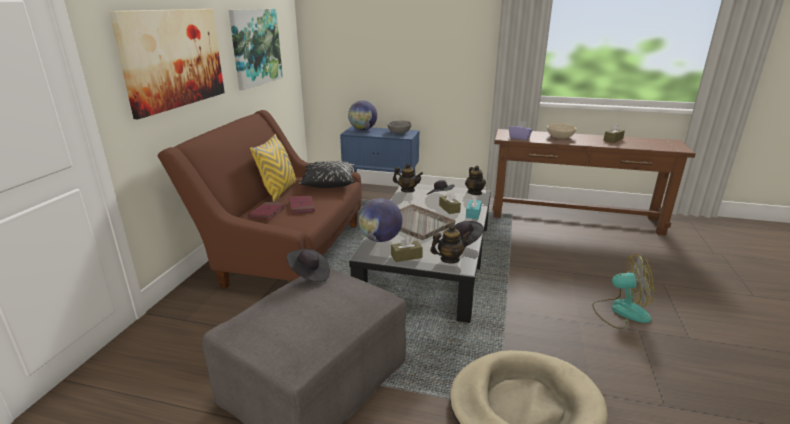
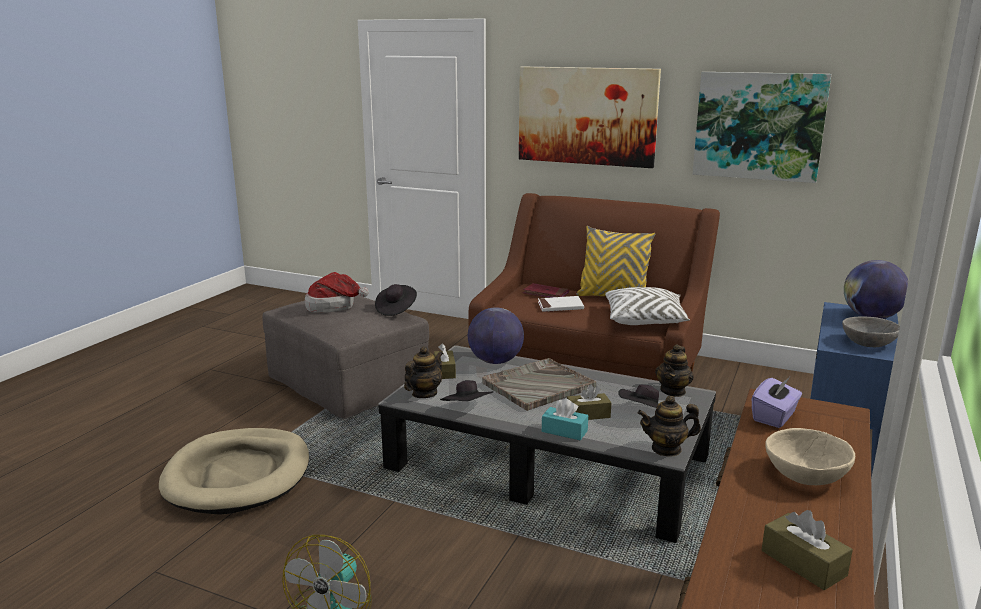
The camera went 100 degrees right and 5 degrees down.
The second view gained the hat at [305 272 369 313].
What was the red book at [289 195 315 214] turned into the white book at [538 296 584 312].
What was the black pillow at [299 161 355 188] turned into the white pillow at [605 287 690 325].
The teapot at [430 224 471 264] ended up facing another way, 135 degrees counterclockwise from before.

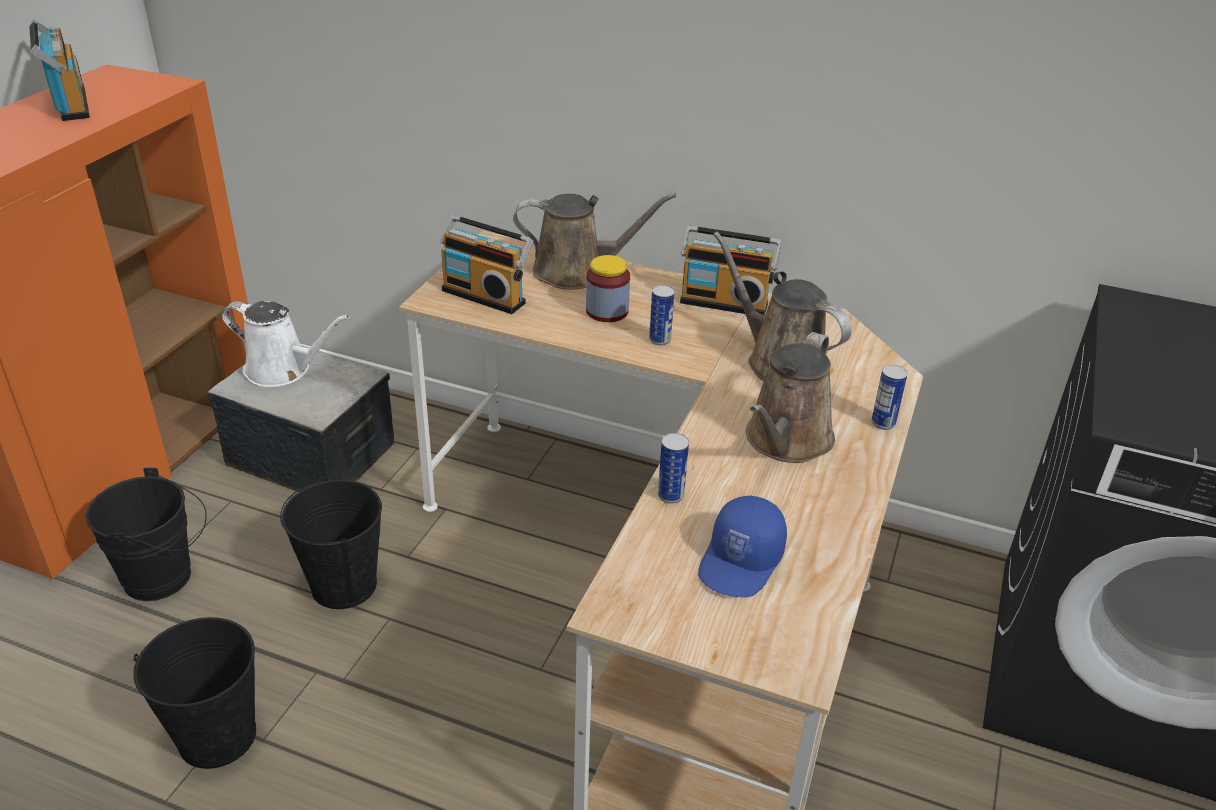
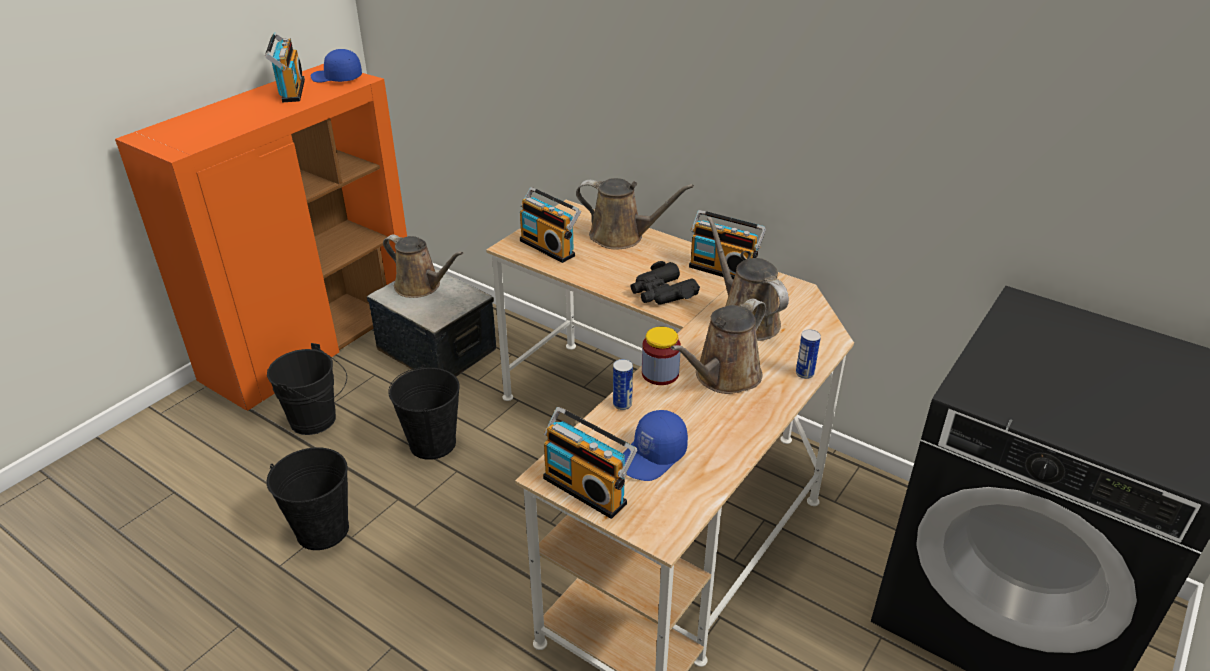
The camera went 15 degrees right and 0 degrees up.
The second view gained the blue cap at [311 49 362 83].
The second view gained the radio at [543 407 637 519].
The jar ended up elsewhere, having gone from [586 255 630 322] to [642 327 681 385].
Where the can stood at [649 285 675 345], the black binoculars came to stand at [630 261 700 305].
What was the white watering can at [222 301 350 387] turned into the brown watering can at [383 235 463 298].

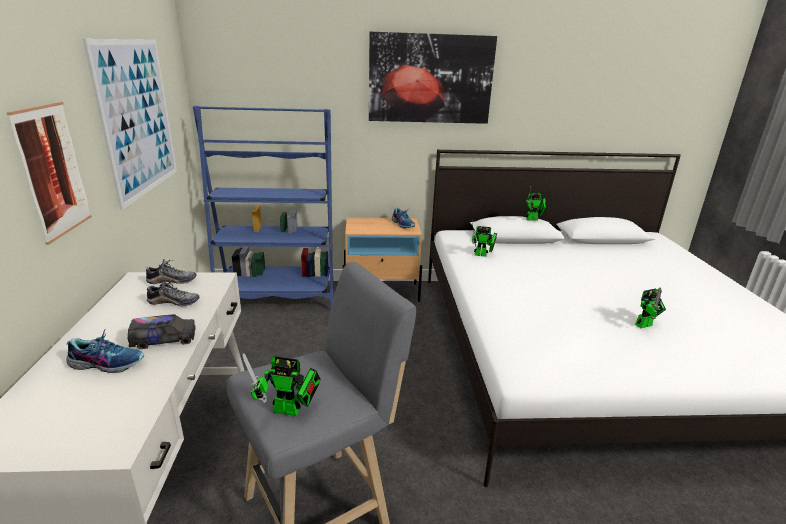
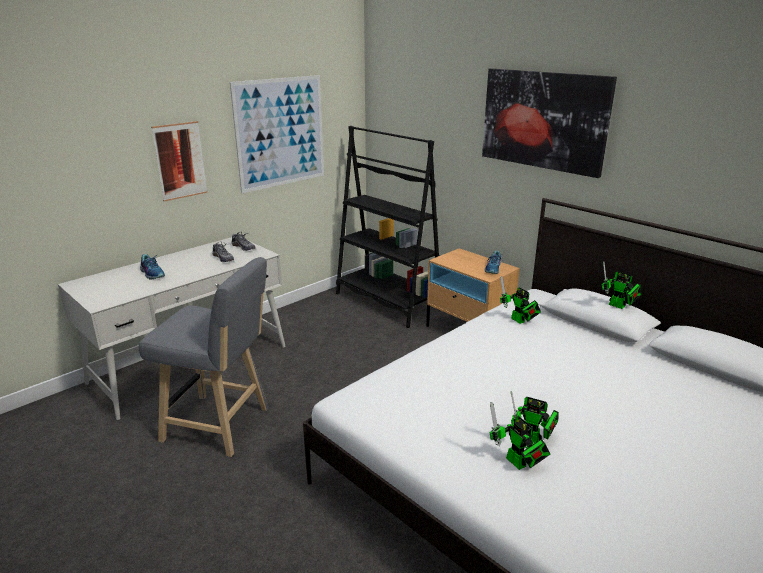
The camera went 50 degrees right and 0 degrees up.
The second view lost the toy truck at [127 314 196 349].
The toy robot ended up elsewhere, having gone from [242 353 321 416] to [490 402 550 470].
What was the blue bookcase at [193 106 333 310] turned into the black bookcase at [336 126 441 328].

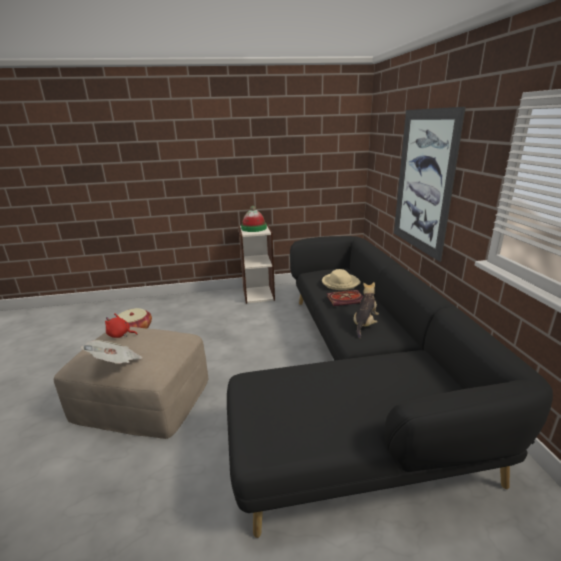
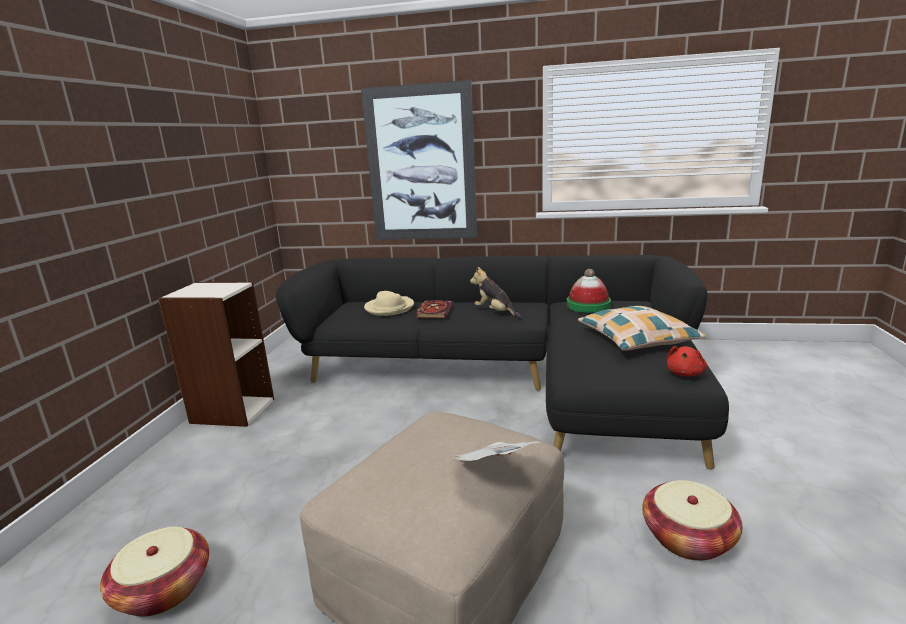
The camera went 70 degrees left and 5 degrees down.
The second view gained the pillow at [578 306 706 351].
The second view gained the basket at [642 480 742 561].
The red plush toy ended up elsewhere, having gone from [105 313 137 338] to [667 346 707 377].
The hat ended up elsewhere, having gone from [241 206 267 232] to [567 269 611 313].

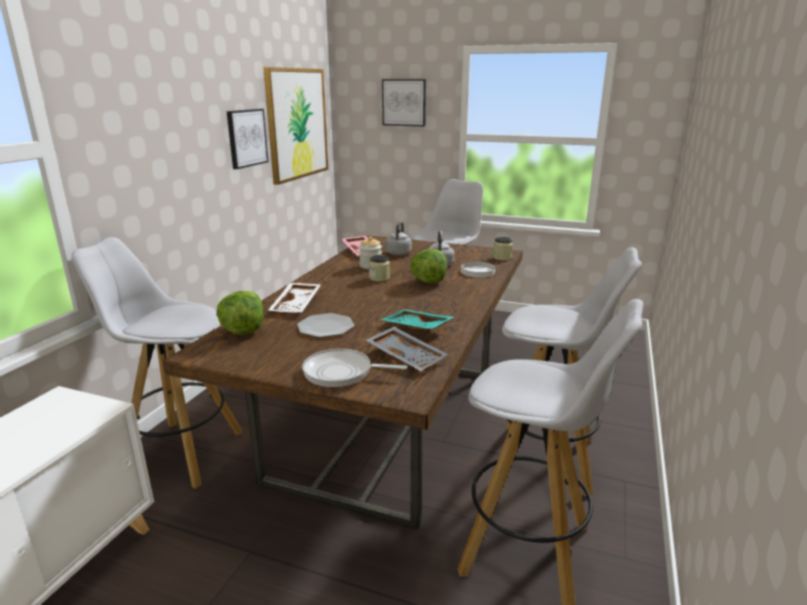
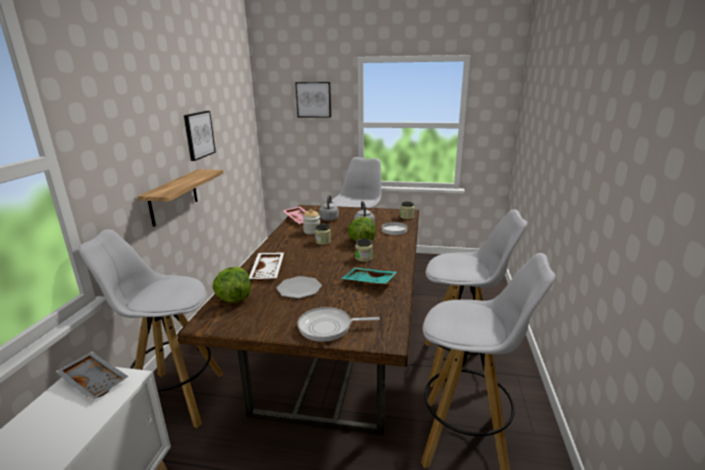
The camera went 10 degrees left and 0 degrees up.
The second view lost the picture at [263 67 328 185].
The second view gained the shelf at [137 169 223 227].
The second view gained the jar at [355 238 373 262].
The grey tray ended up elsewhere, having gone from [366 327 448 371] to [55 351 128 400].

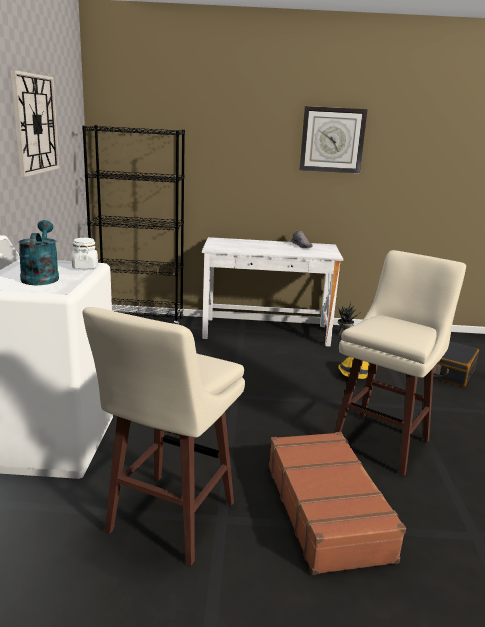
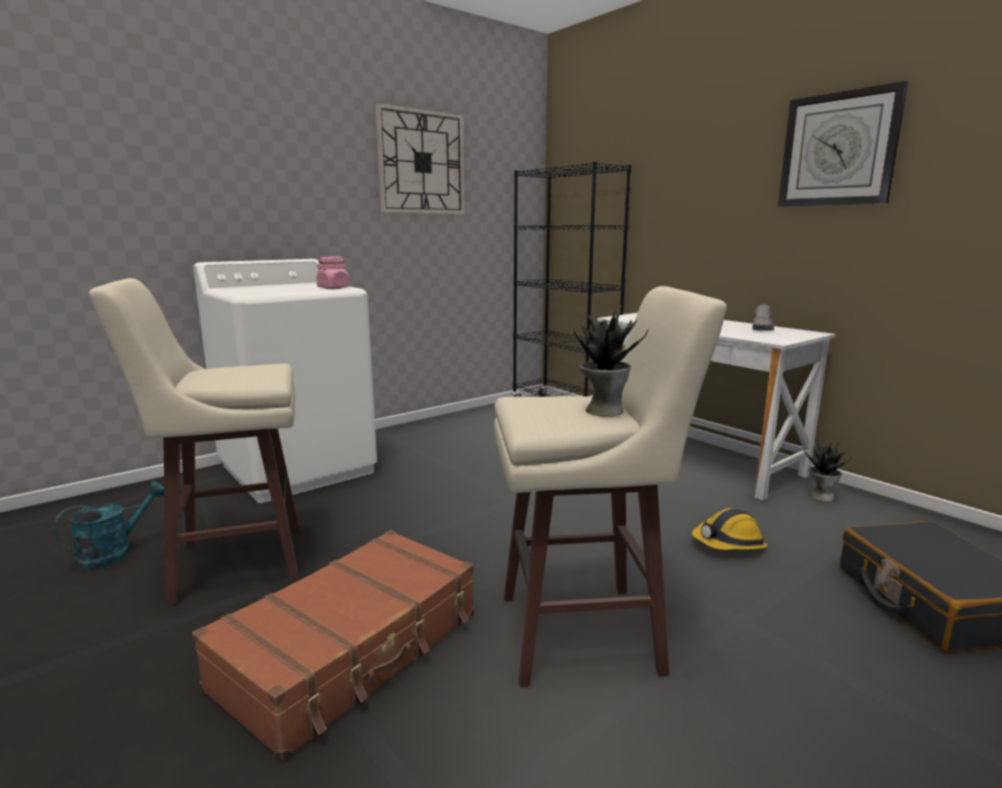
The camera went 50 degrees right and 5 degrees down.
The second view gained the potted plant at [573 305 648 417].
The turquoise watering can ended up elsewhere, having gone from [18 220 59 285] to [53 481 164 569].
What was the white jar at [72 238 98 269] turned into the pink jar at [316 257 350 289].

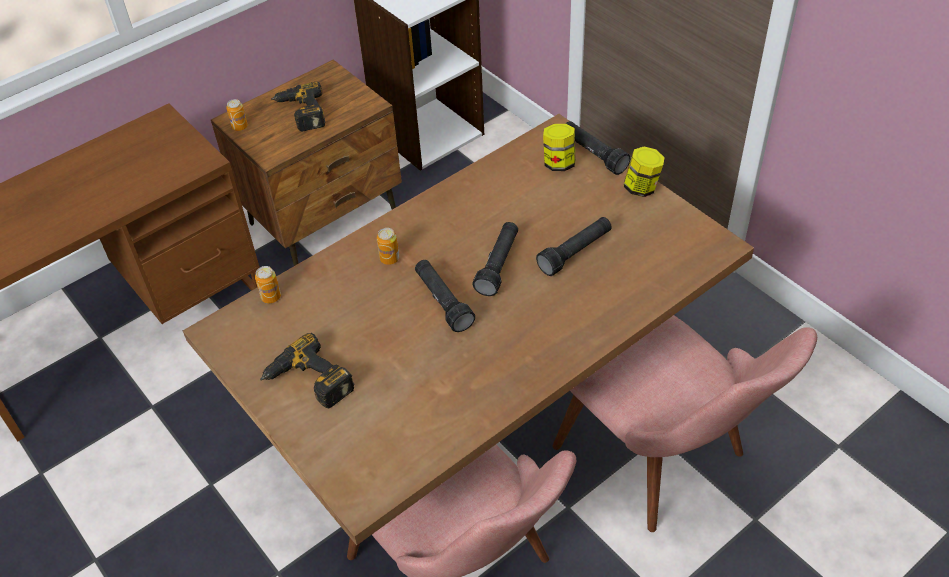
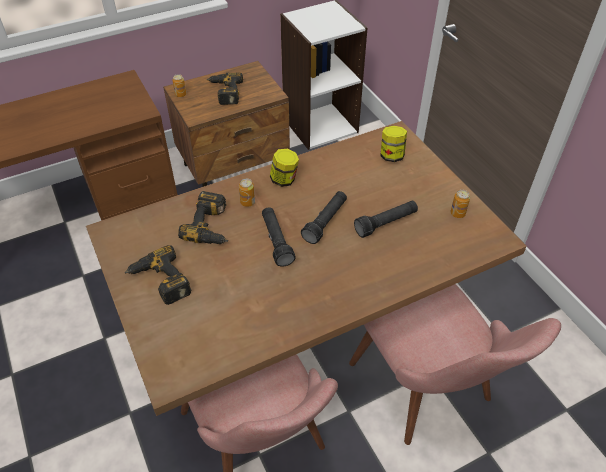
The camera went 10 degrees right and 0 degrees up.
The second view lost the black flashlight at [565 121 630 175].
The second view gained the power drill at [178 191 228 244].
The can ended up elsewhere, having gone from [255 266 281 303] to [451 190 470 218].
The jar ended up elsewhere, having gone from [624 147 664 197] to [270 149 299 187].

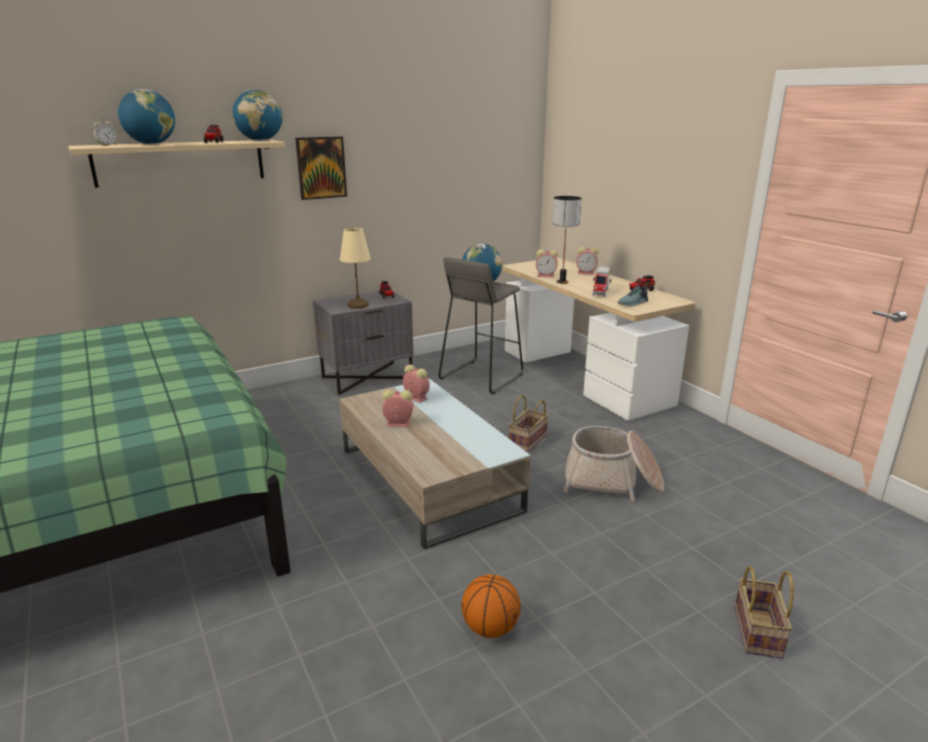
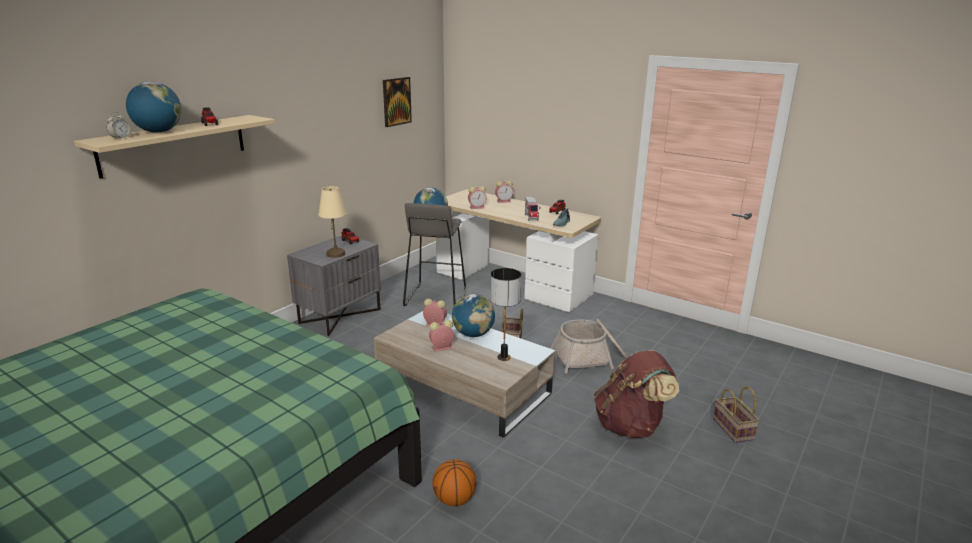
The camera went 25 degrees left and 0 degrees up.
The second view gained the brown backpack at [594 350 679 438].
The globe ended up elsewhere, having gone from [233 90 282 141] to [452 294 495 337].
The picture ended up elsewhere, having gone from [295 136 347 200] to [383 77 412 127].
The basketball ended up elsewhere, having gone from [461 574 521 638] to [432 459 477 506].
The table lamp ended up elsewhere, having gone from [552 196 582 284] to [490 268 521 361].

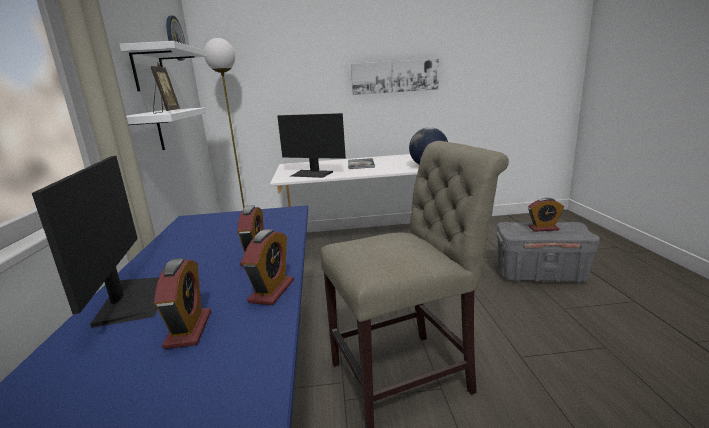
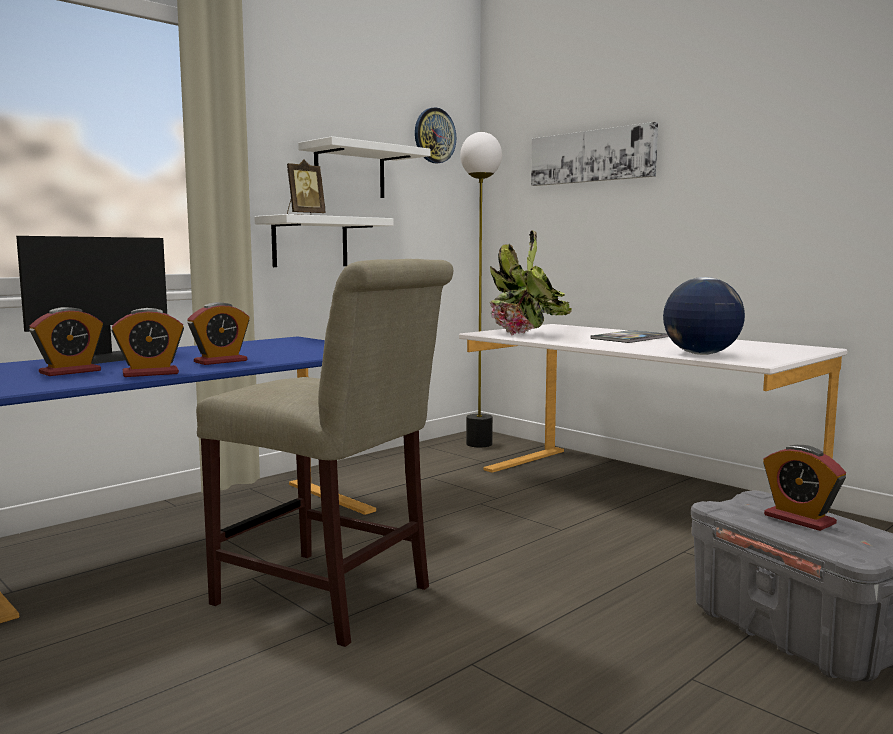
The camera went 50 degrees right and 10 degrees down.
The picture ended up elsewhere, having gone from [351 59 439 95] to [531 122 658 186].
Where the monitor stood at [277 113 346 178], the potted plant came to stand at [490 230 571 336].

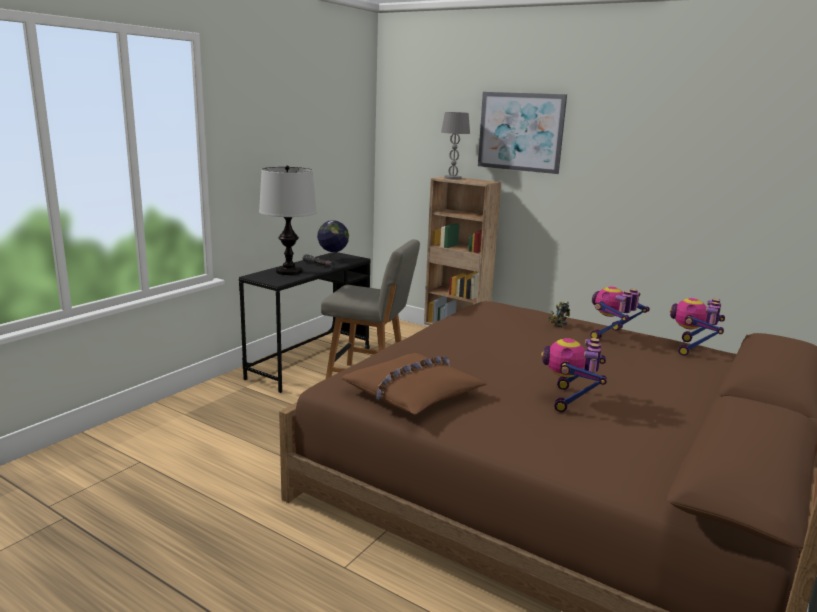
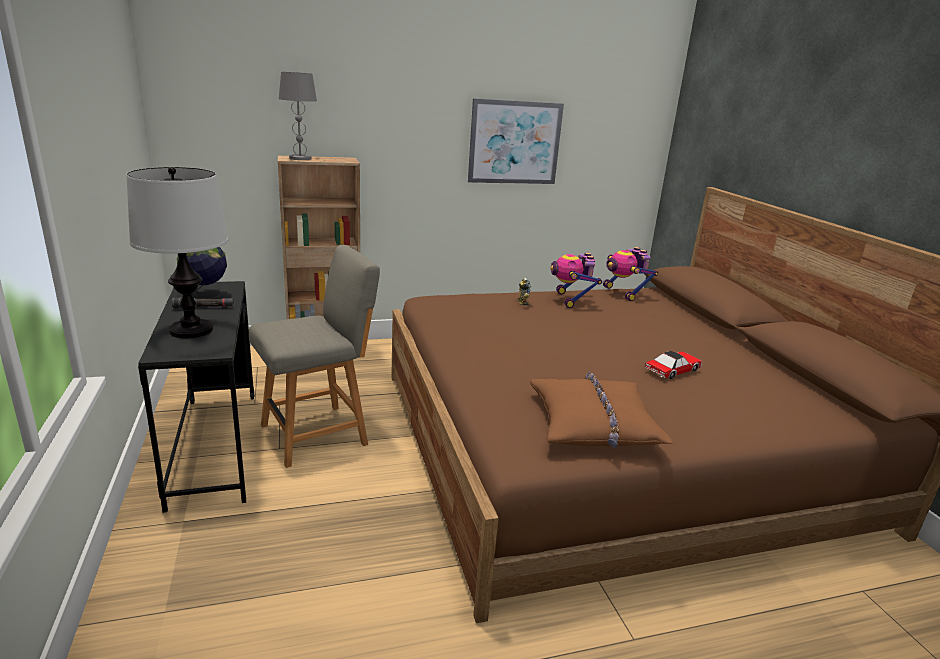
The camera went 50 degrees left and 5 degrees up.
The picture ended up elsewhere, having gone from [478 92 567 174] to [468 98 564 184].
Where the toy robot stood at [541 338 607 412], the toy car came to stand at [645 351 702 379].

